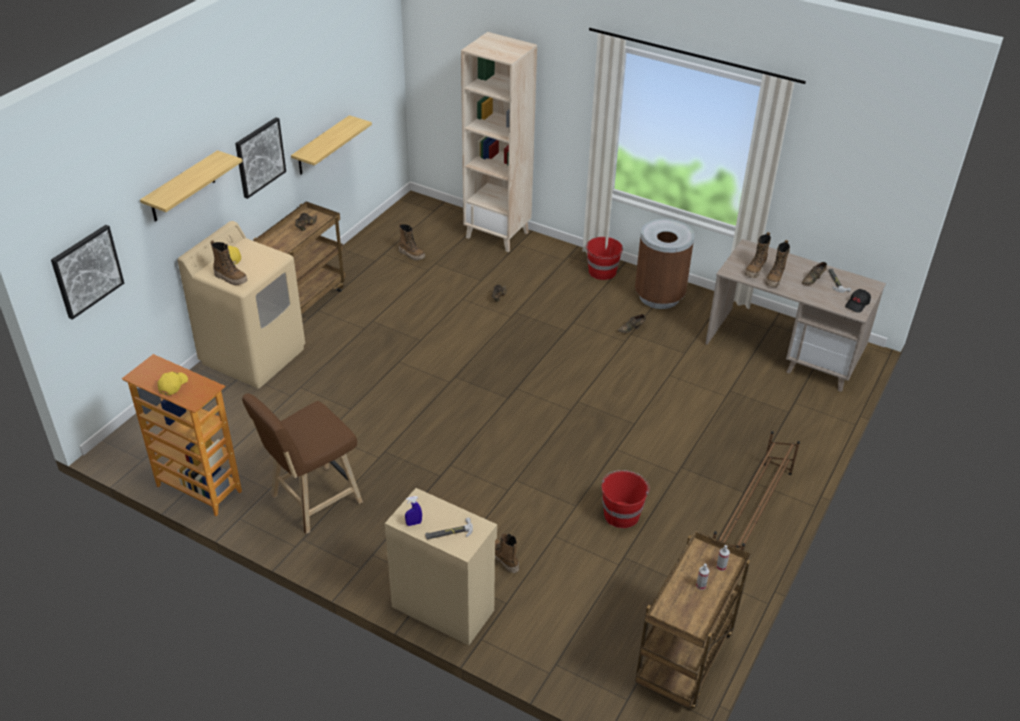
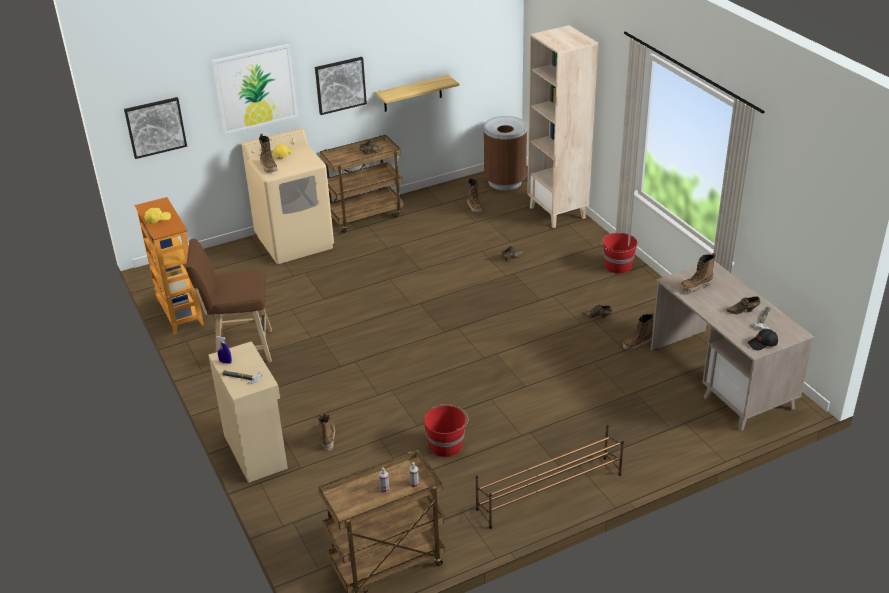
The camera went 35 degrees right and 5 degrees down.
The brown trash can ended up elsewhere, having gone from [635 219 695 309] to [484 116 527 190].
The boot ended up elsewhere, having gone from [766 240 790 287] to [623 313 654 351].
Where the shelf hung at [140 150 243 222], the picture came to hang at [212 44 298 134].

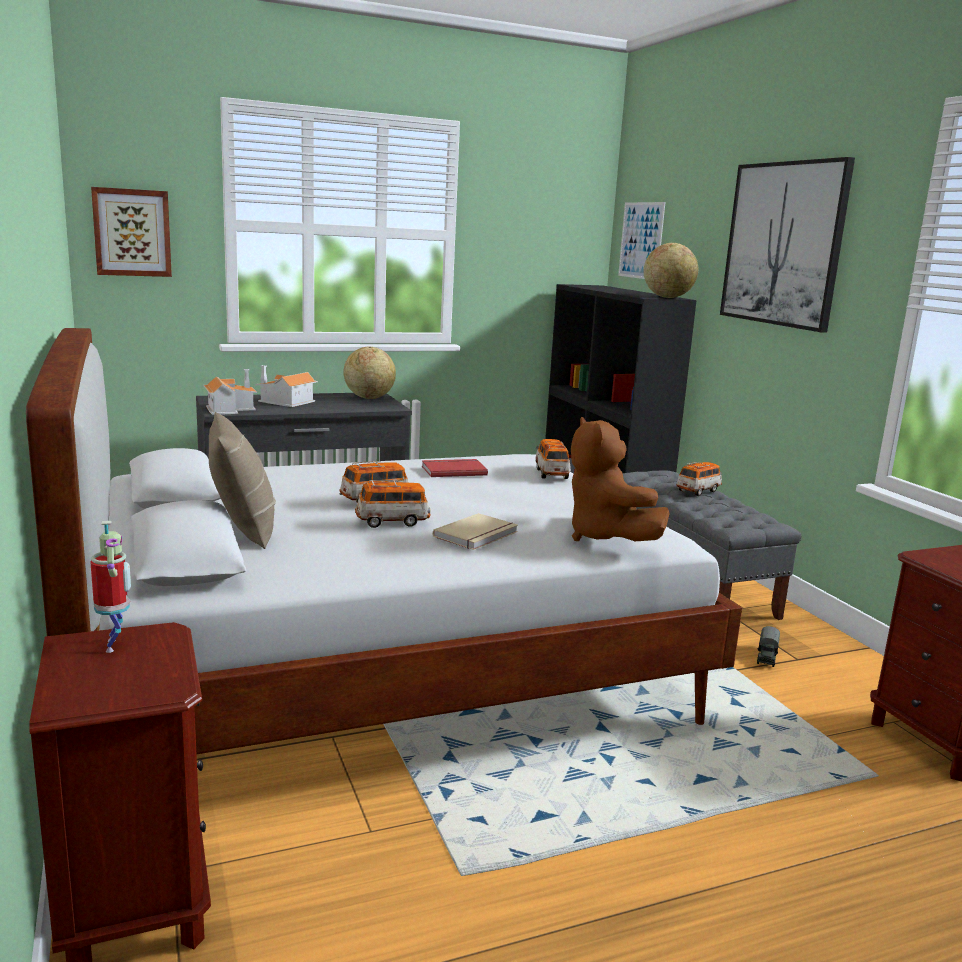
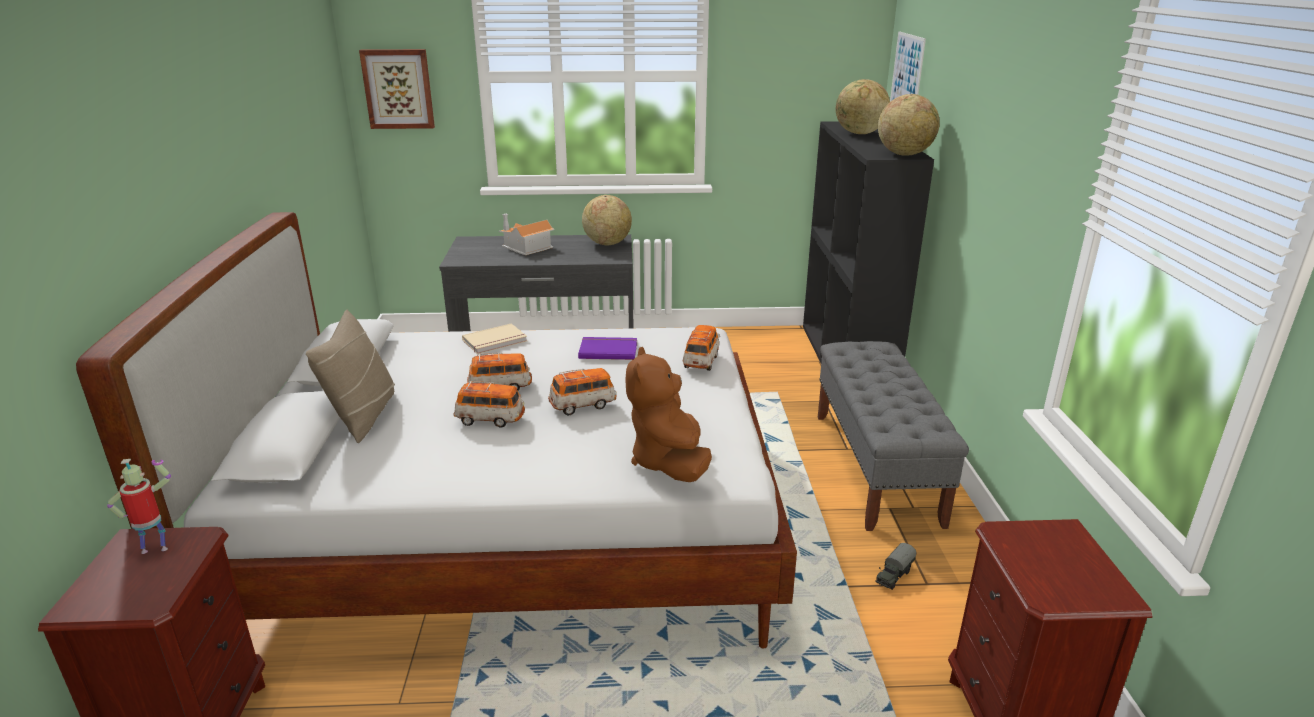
The camera went 20 degrees right and 10 degrees up.
The second view lost the toy house at [204 369 257 415].
The second view lost the picture at [720 157 855 332].
The second view gained the globe at [836 79 890 134].
The beige book ended up elsewhere, having gone from [433 513 518 550] to [462 324 527 354].
The toy car ended up elsewhere, having gone from [676 462 722 496] to [548 368 617 415].
What was the red book at [422 459 488 477] turned into the purple book at [578 337 637 360].
The toy robot at [90 521 131 653] ended up facing another way, 105 degrees counterclockwise from before.

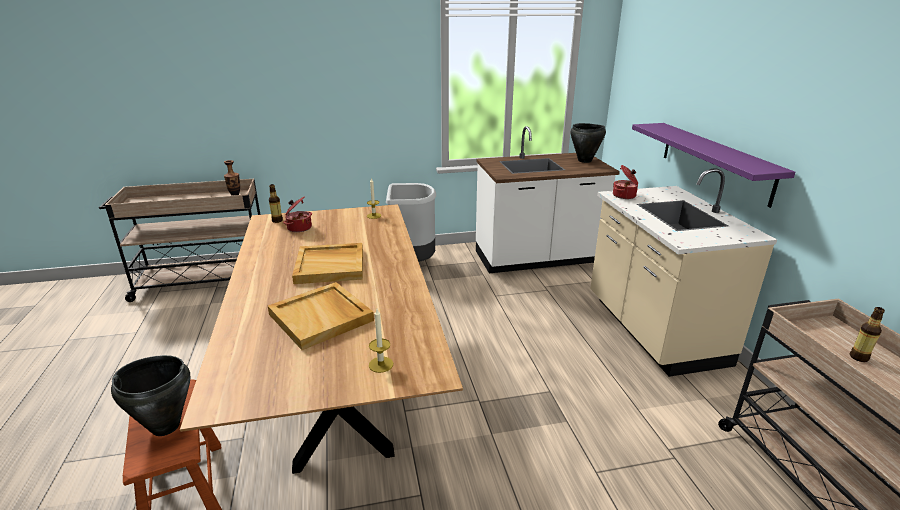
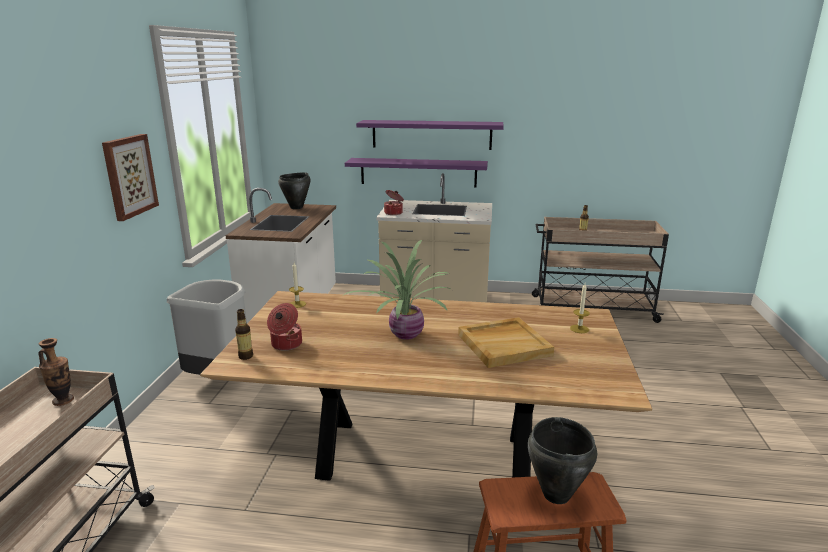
The camera went 70 degrees left and 5 degrees down.
The second view gained the picture at [102 134 159 221].
The second view gained the purple shelf at [356 120 504 150].
Where the beige tray stood at [292 243 363 284], the potted plant came to stand at [342 240 450 340].

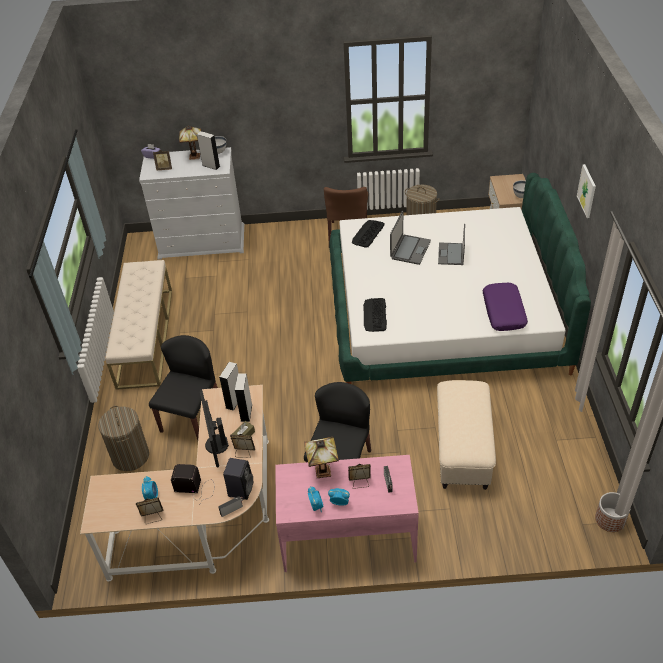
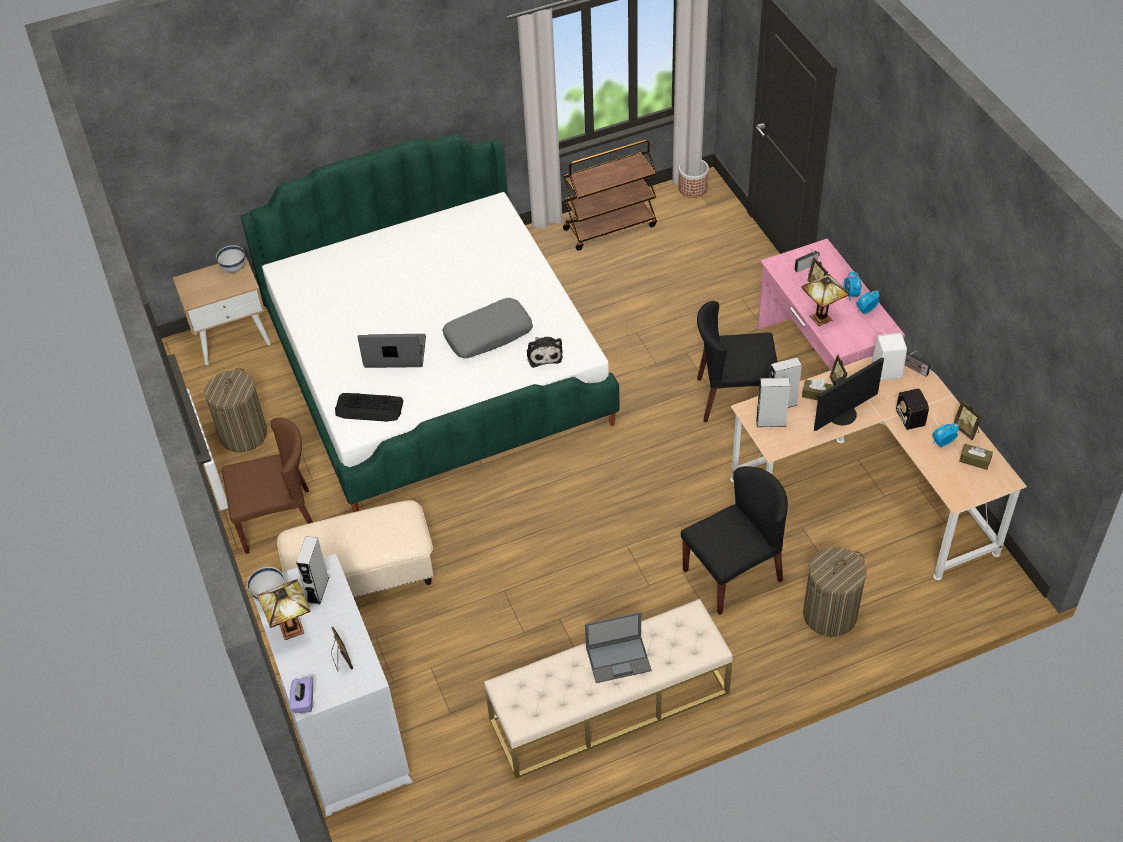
The camera went 110 degrees left and 5 degrees up.
The second view lost the purple pillow at [483 283 528 331].
The second view lost the picture at [577 164 596 218].
The second view gained the grey pillow at [443 298 533 358].
The second view gained the brown cart at [563 140 657 251].
The second view gained the brown tissue box at [959 444 993 470].
The beige ottoman ended up elsewhere, having gone from [437 380 496 490] to [277 500 434 597].
The laptop ended up elsewhere, having gone from [438 224 465 265] to [585 612 652 683].
Where the keyboard stood at [363 298 387 332], the plush toy came to stand at [527 337 563 368].
What was the black speaker at [223 458 253 500] turned into the white speaker at [872 333 907 380].
The black chair at [149 335 218 440] ended up facing another way, 150 degrees clockwise from before.

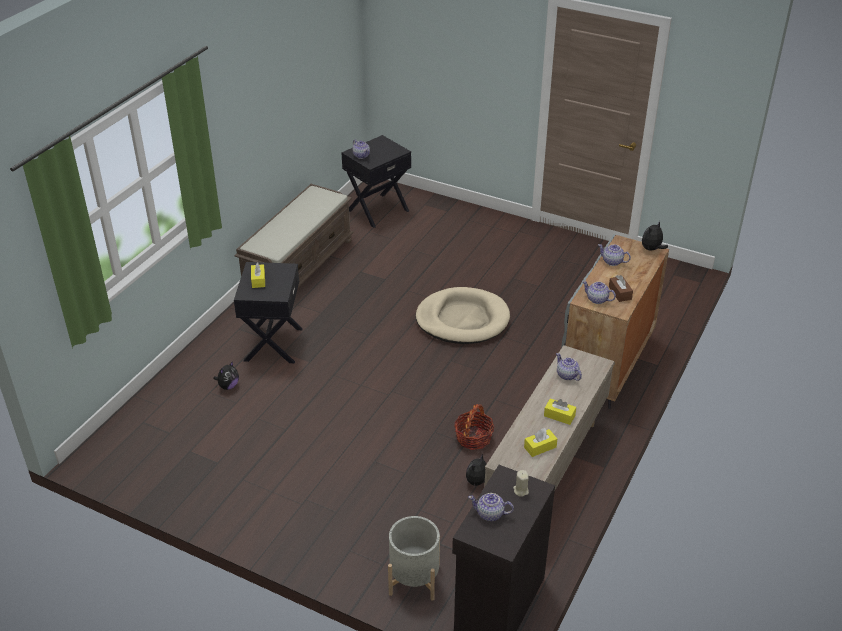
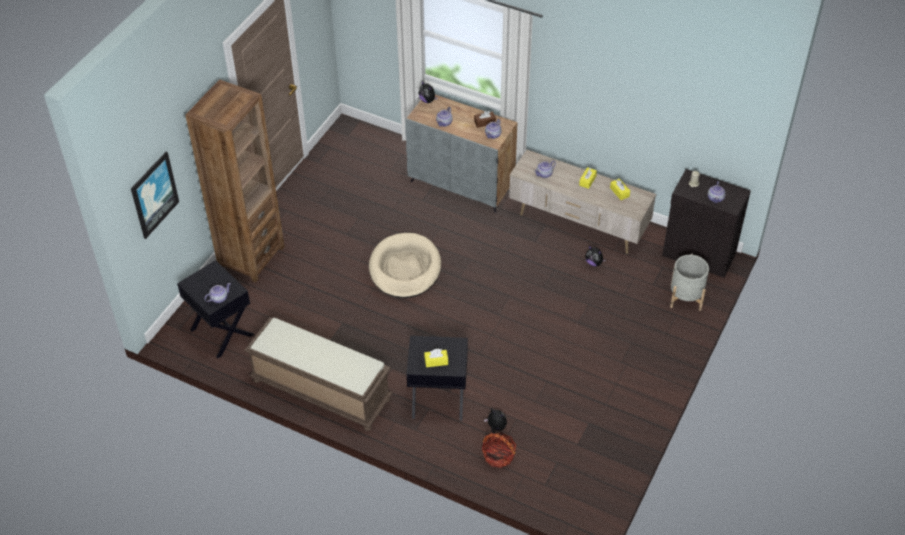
The camera went 90 degrees left and 10 degrees up.
The second view gained the picture at [131 152 179 239].
The second view gained the brown bookcase at [185 79 285 283].
The basket ended up elsewhere, having gone from [454 404 495 450] to [482 433 516 468].

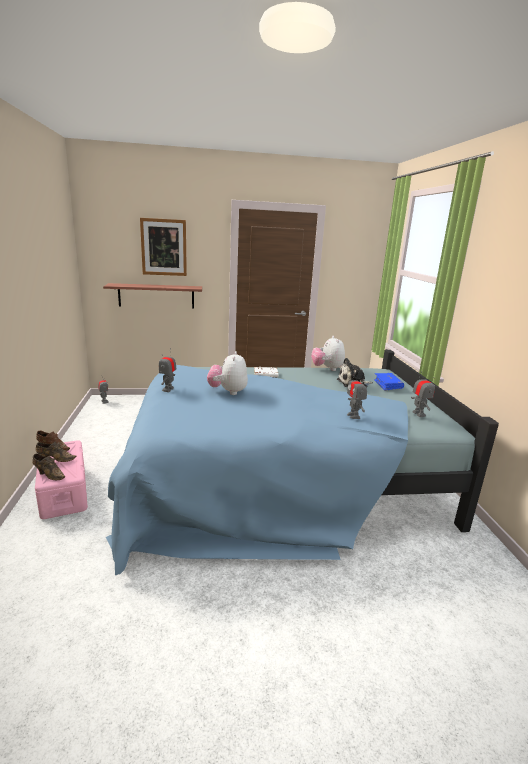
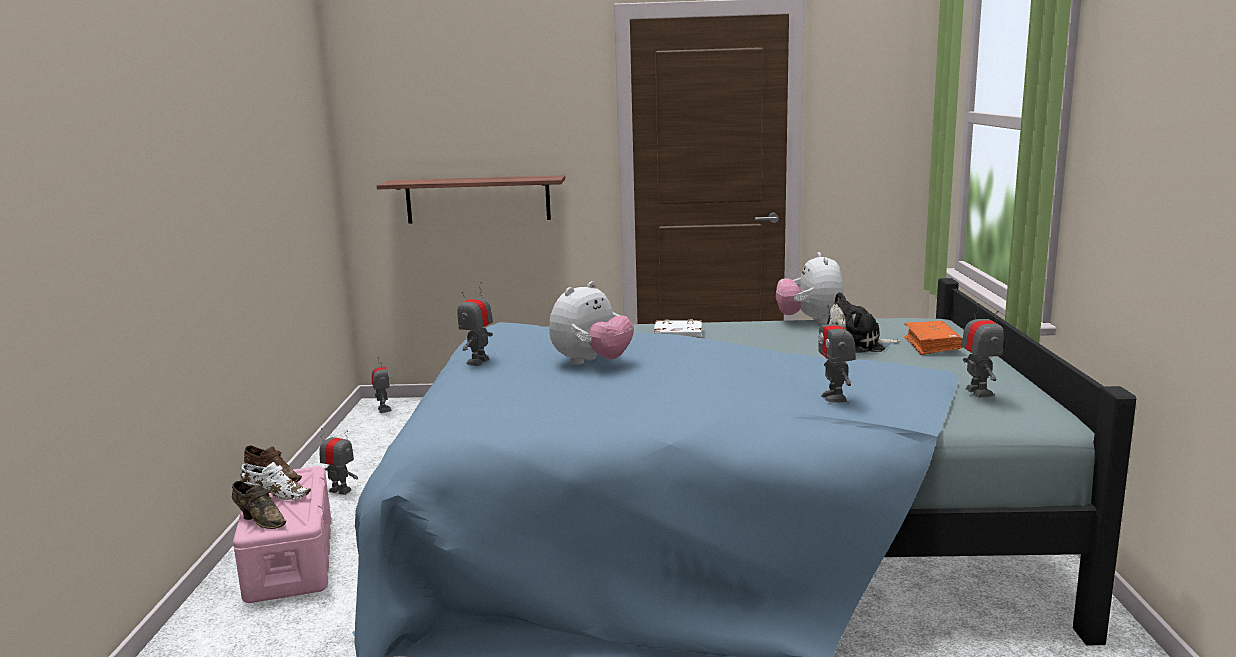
The camera went 10 degrees right and 5 degrees down.
The second view lost the picture at [140 218 187 276].
The second view gained the toy robot at [319 428 358 495].
What was the brown shoe at [36 441 77 462] turned into the white shoe at [240 462 311 500].
What was the blue book at [374 373 404 391] turned into the orange book at [904 321 962 355].
The plush toy at [207 351 248 395] ended up facing another way, 150 degrees counterclockwise from before.

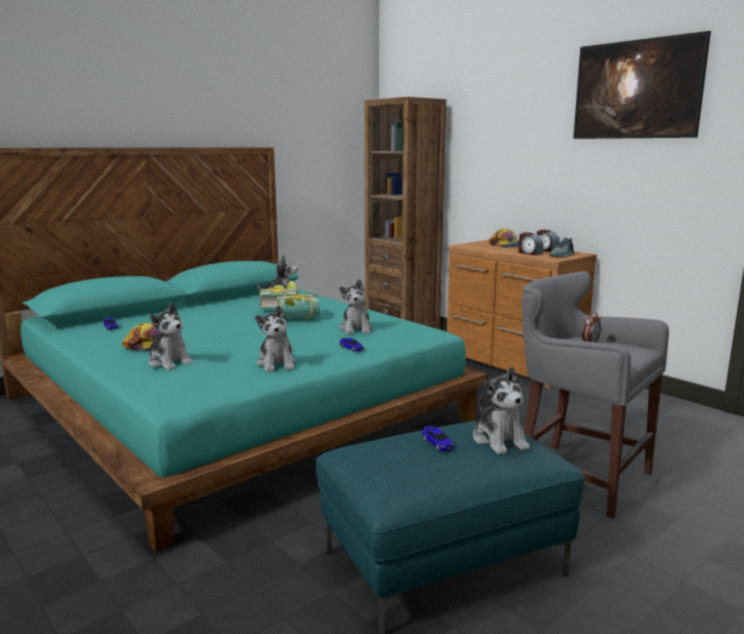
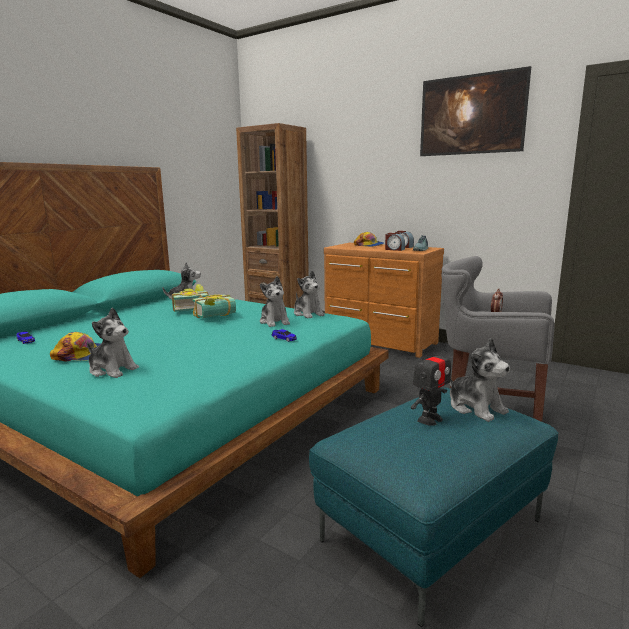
The camera went 15 degrees left and 0 degrees up.
The plush toy ended up elsewhere, having gone from [255 305 296 372] to [294 271 325 319].
Where the toy car stood at [422 426 454 451], the toy robot came to stand at [411 342 451 426].

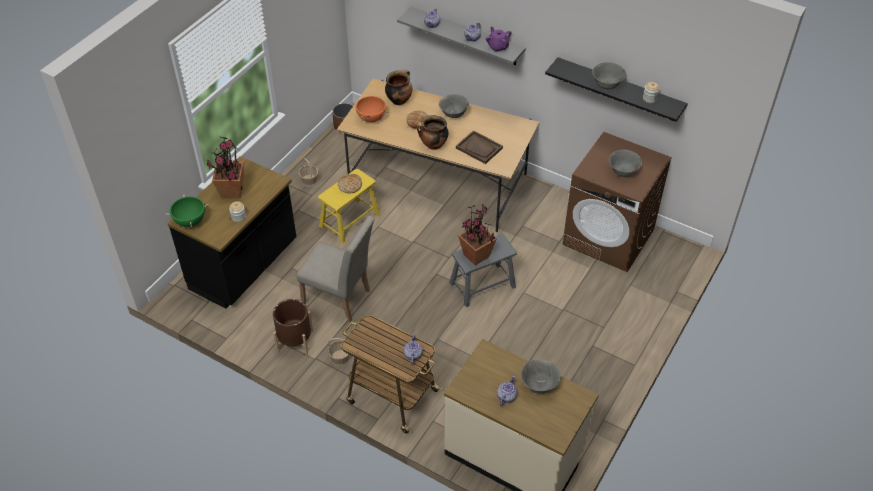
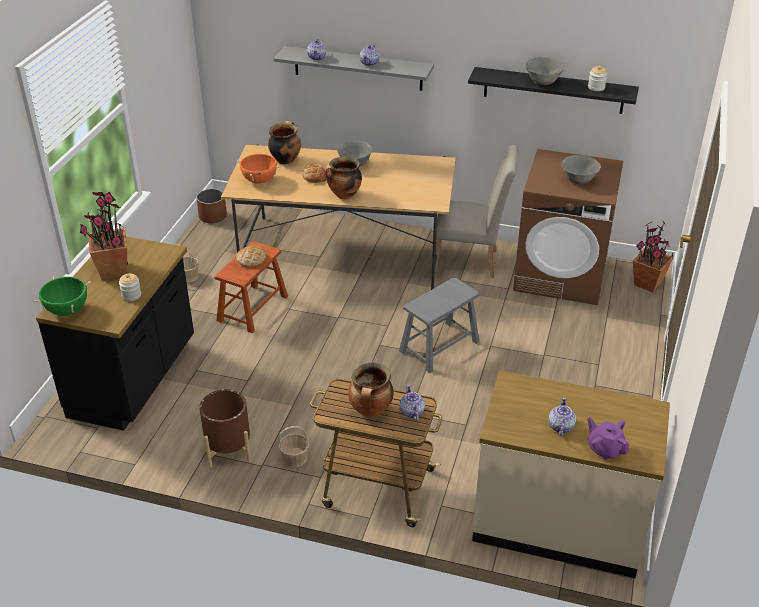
The camera went 15 degrees left and 10 degrees down.
The second view lost the brown tray at [456 130 503 164].
The second view lost the grey bowl at [521 359 561 394].
The second view gained the cooking pot at [348 363 393 418].
The beige chair ended up elsewhere, having gone from [297 215 375 322] to [435 145 518 278].
The potted plant ended up elsewhere, having gone from [458 204 496 265] to [633 219 673 292].
The purple teapot ended up elsewhere, having gone from [486 27 512 52] to [587 417 629 460].
What was the yellow stool at [317 169 381 243] turned into the brown stool at [214 242 288 333].

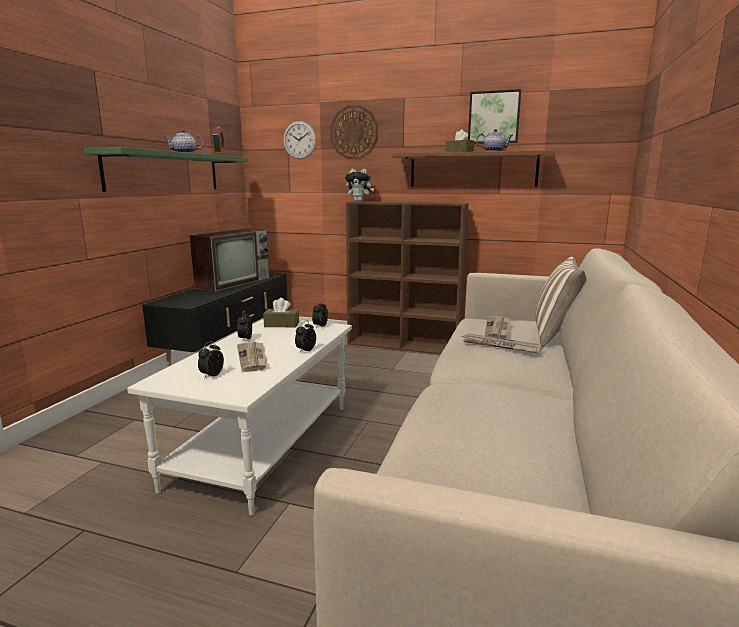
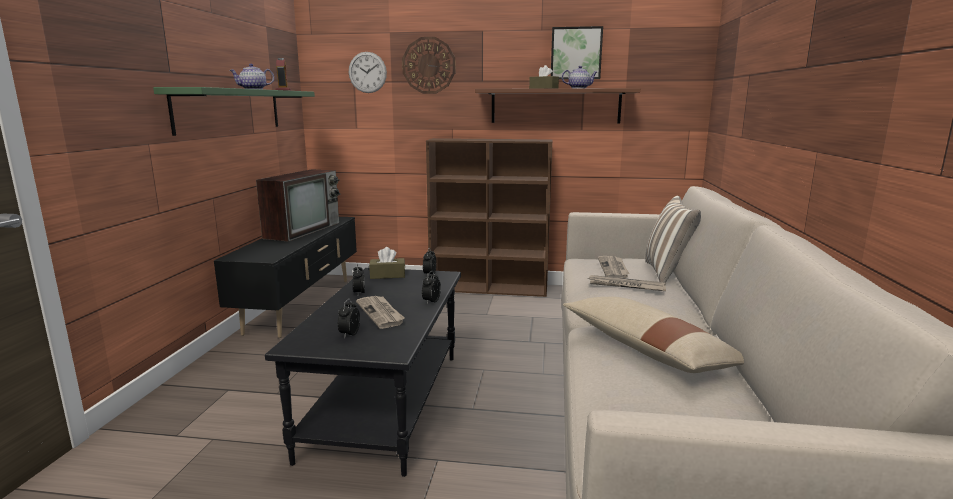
The camera went 10 degrees left and 0 degrees up.
The second view lost the plush toy at [345 169 374 202].
The second view gained the beige pillow at [563 297 744 373].
What was the white coffee table at [127 319 352 516] turned into the black coffee table at [265 268 461 477].

